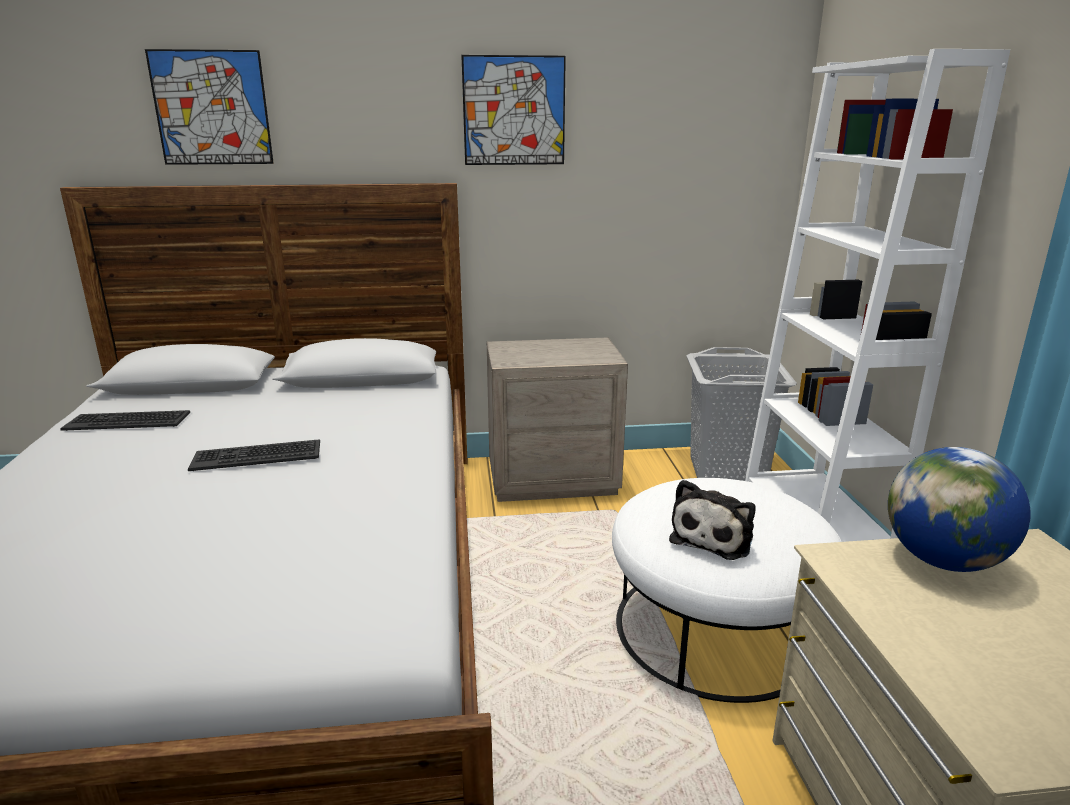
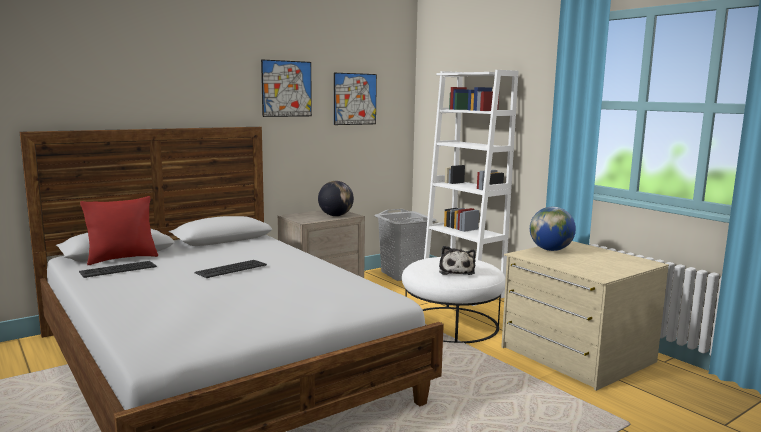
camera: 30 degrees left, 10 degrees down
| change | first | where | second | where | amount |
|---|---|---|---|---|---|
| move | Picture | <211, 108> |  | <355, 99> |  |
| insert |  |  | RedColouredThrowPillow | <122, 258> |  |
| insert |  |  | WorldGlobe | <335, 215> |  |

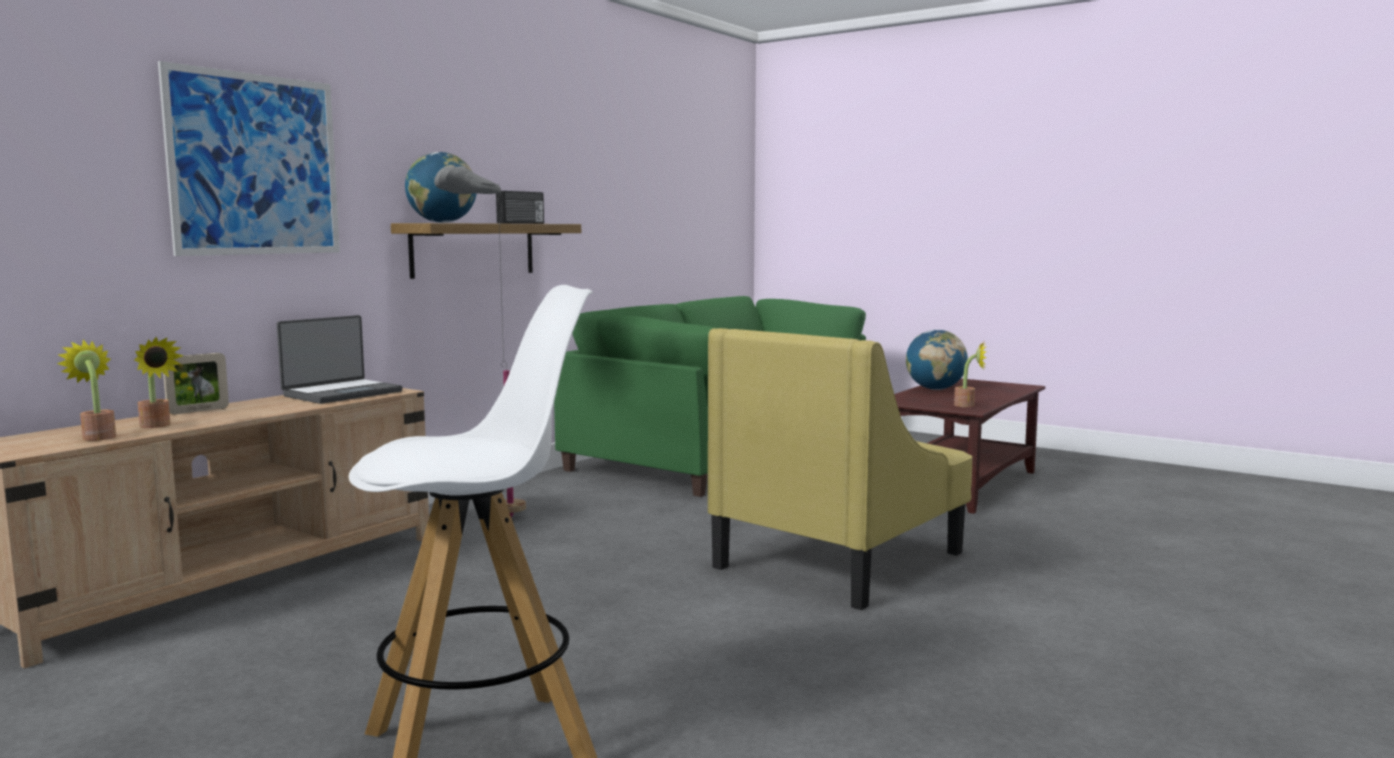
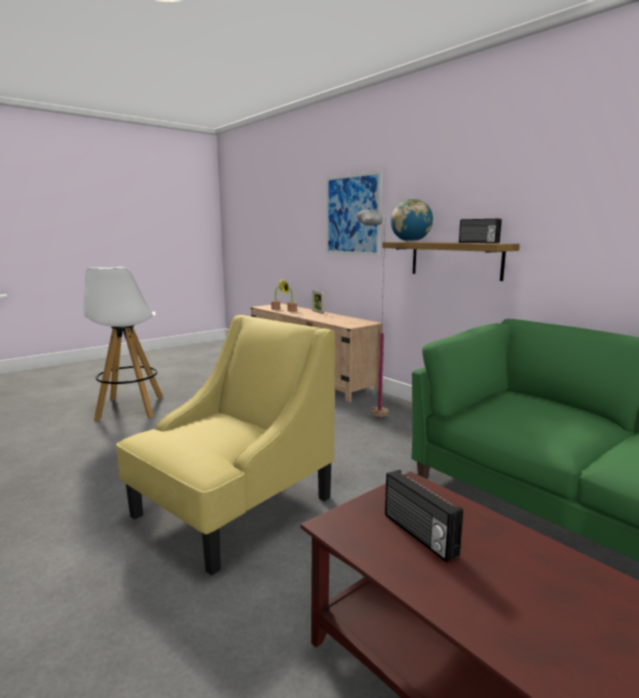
camera: 105 degrees right, 5 degrees up
| change | first | where | second | where | amount |
|---|---|---|---|---|---|
| delete | Laptop | <341, 393> |  |  |  |
| rotate | YellowishEasyChair | <840, 559> |  | <233, 507> | 75 degrees clockwise |
| delete | WorldGlobe | <935, 389> |  |  |  |
| delete | PottedPlant | <968, 405> |  |  |  |
| insert |  |  | RadioReceiver | <418, 535> |  |

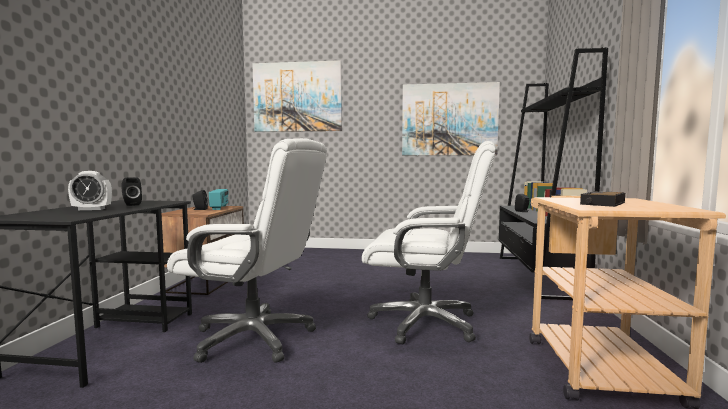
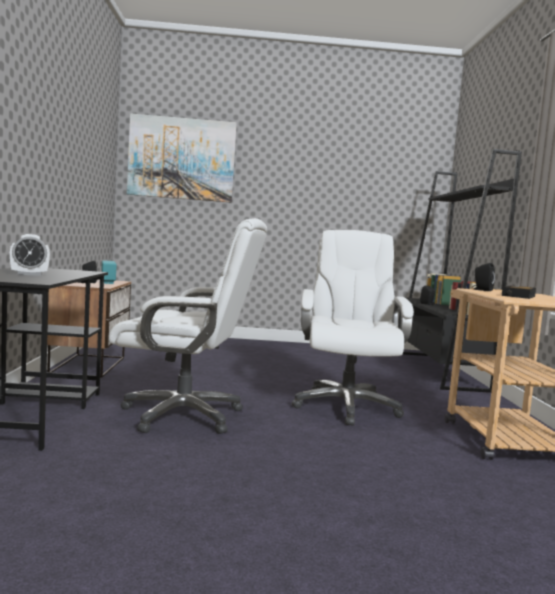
camera: 10 degrees left, 0 degrees up
| change | first | where | second | where | amount |
|---|---|---|---|---|---|
| move | BlackishSpeaker | <131, 204> |  | <481, 290> |  |
| rotate | WhiteColouredOfficeChair | <425, 323> |  | <345, 406> | 90 degrees counterclockwise |
| delete | Picture | <449, 119> |  |  |  |

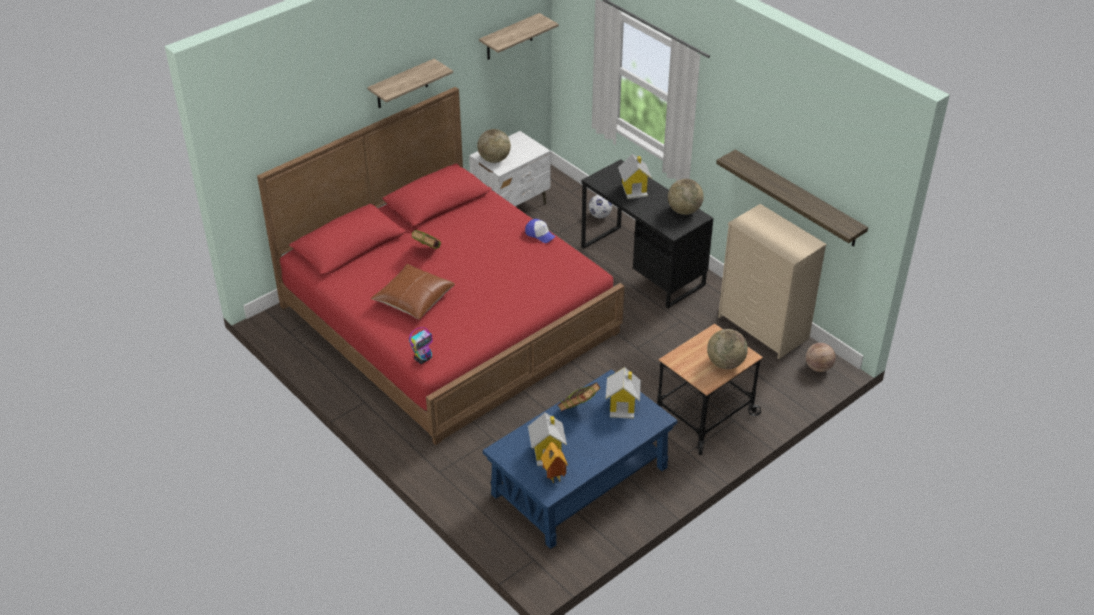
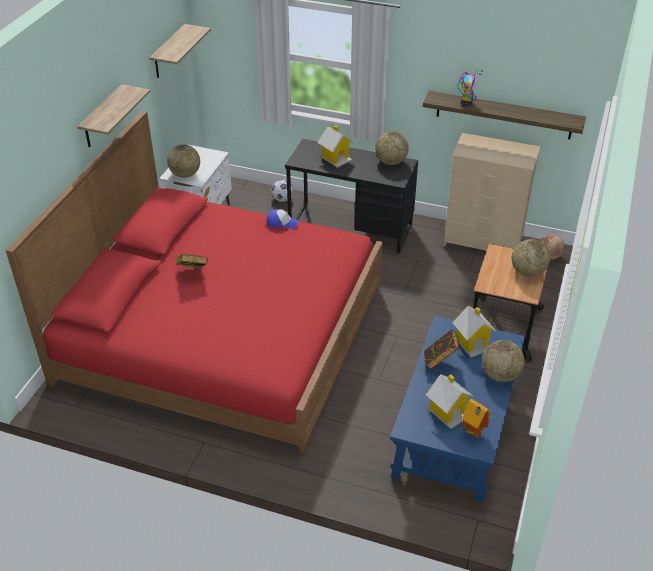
camera: 30 degrees left, 0 degrees up
| change | first | where | second | where | amount |
|---|---|---|---|---|---|
| delete | BrownColouredThrowPillow | <413, 299> |  |  |  |
| move | ToyRobot | <423, 358> |  | <466, 102> |  |
| insert |  |  | WorldGlobe | <500, 375> |  |

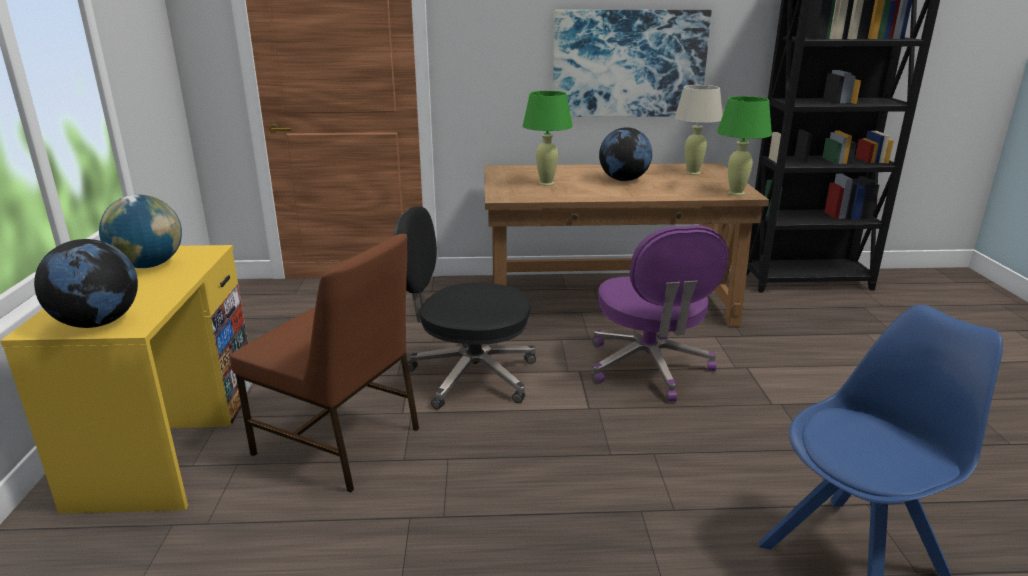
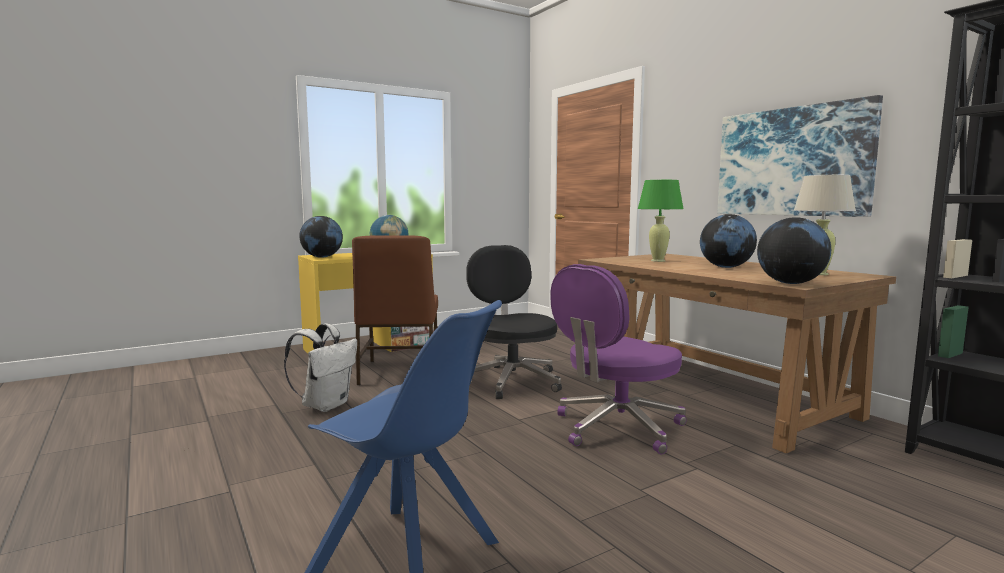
camera: 60 degrees right, 15 degrees down
| change | first | where | second | where | amount |
|---|---|---|---|---|---|
| replace | GreenishTabletopLamp | <736, 193> | WorldGlobe | <790, 283> |  |
| insert |  |  | WhiteColouredRucksack | <325, 405> |  |

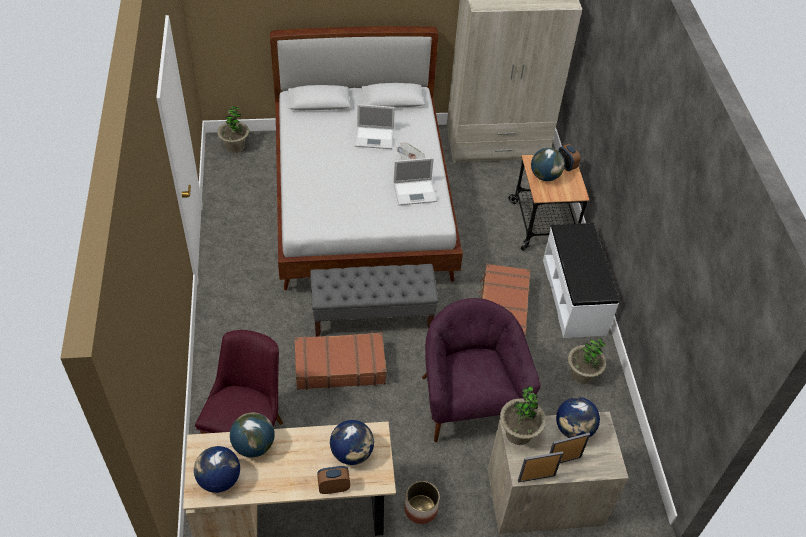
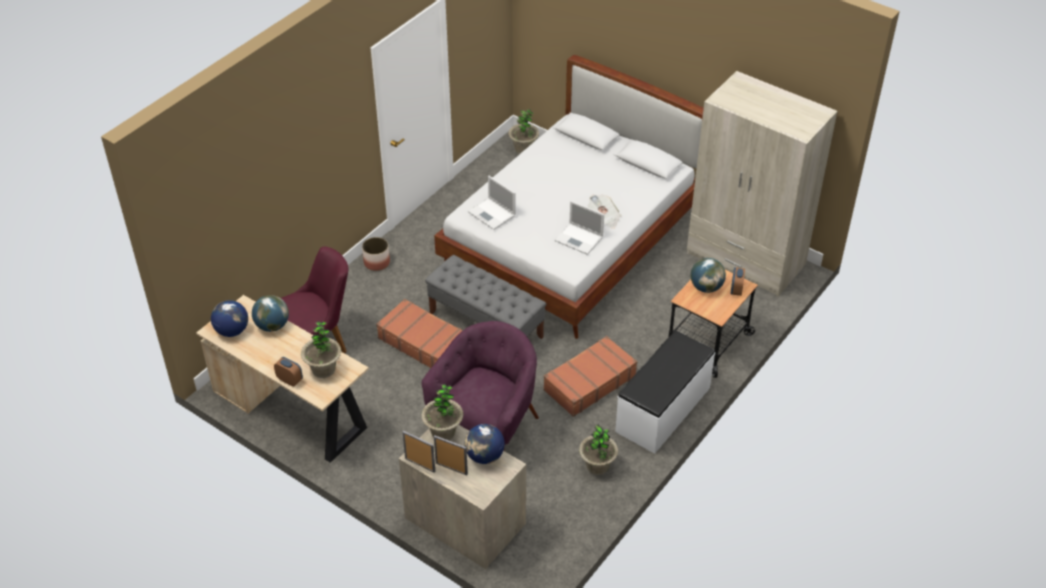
camera: 45 degrees right, 5 degrees down
| change | first | where | second | where | amount |
|---|---|---|---|---|---|
| replace | WorldGlobe | <352, 453> | PottedPlant | <323, 369> |  |
| move | Laptop | <375, 138> |  | <492, 214> |  |
| move | PlantPot | <420, 509> |  | <376, 262> |  |

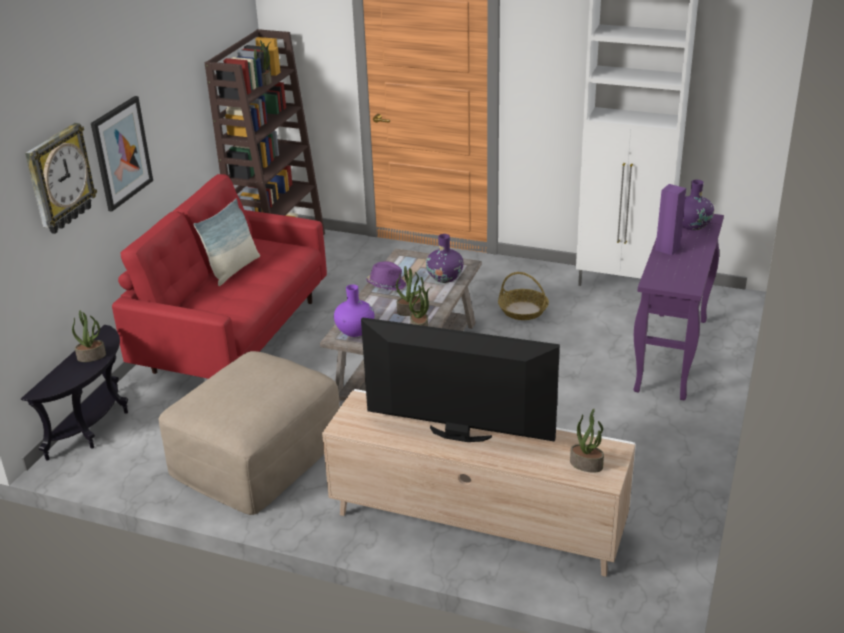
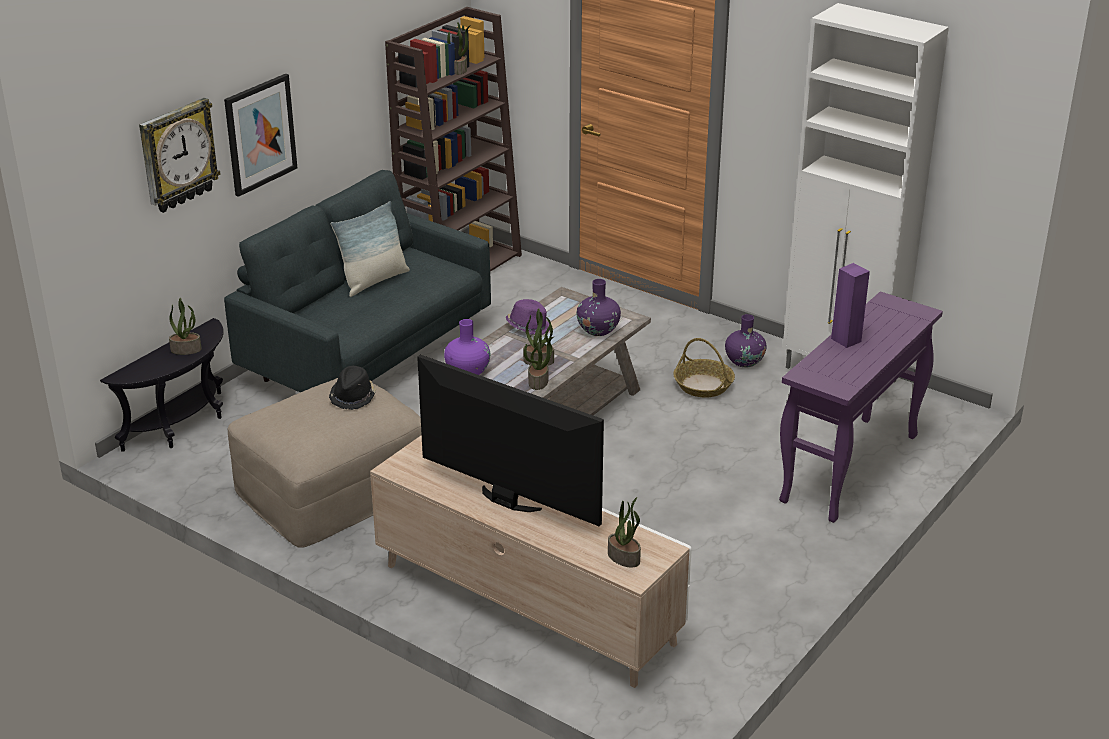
camera: 15 degrees right, 0 degrees up
| change | first | where | second | where | amount |
|---|---|---|---|---|---|
| recolor | RedColouredSettee | <235, 334> | GraySettee | <368, 355> |  |
| move | PurplishFlowerVase | <692, 225> |  | <744, 361> |  |
| insert |  |  | BlackishClothingHat | <353, 396> |  |

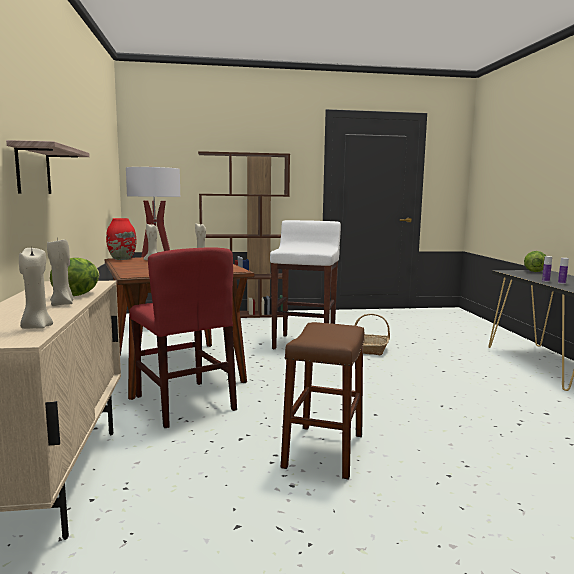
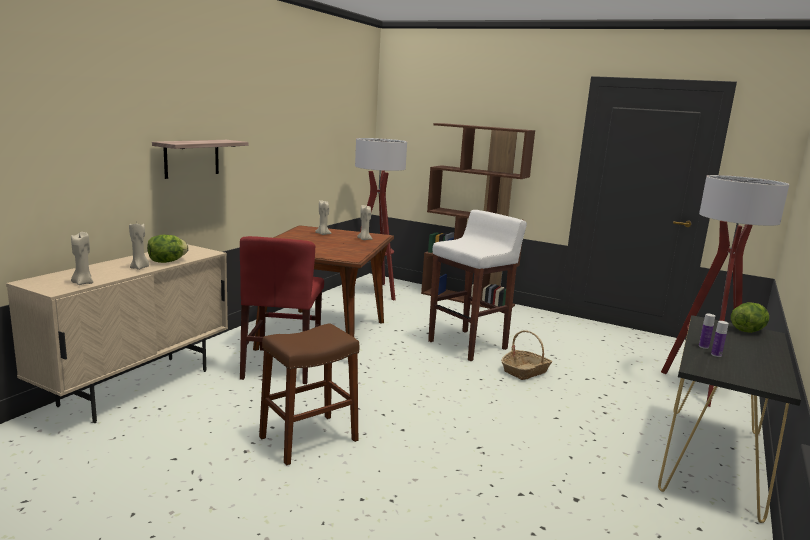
camera: 35 degrees right, 5 degrees up
| change | first | where | second | where | amount |
|---|---|---|---|---|---|
| delete | RedColouredFlowerVase | <122, 259> |  |  |  |
| insert |  |  | FloorLamp | <702, 387> |  |

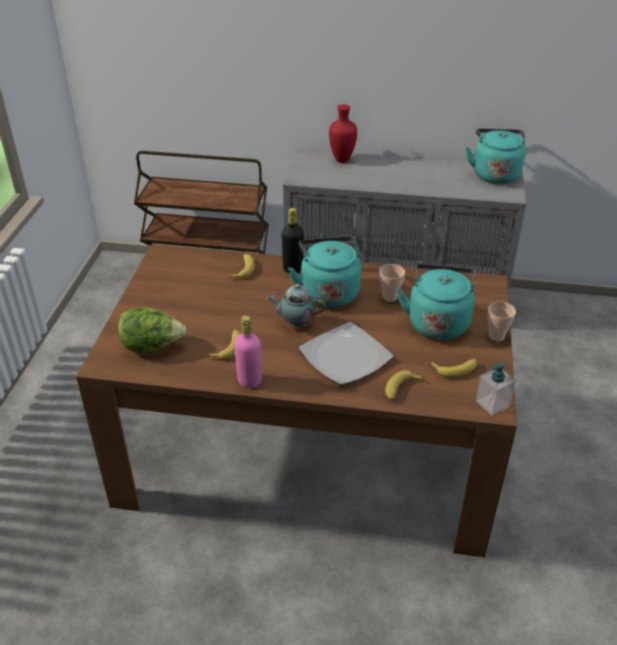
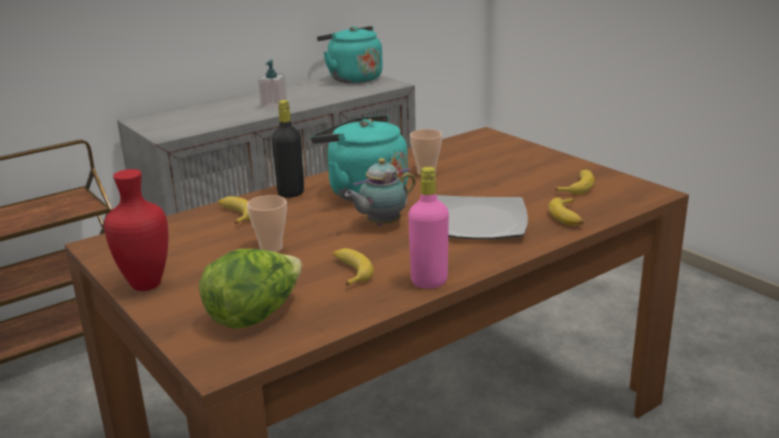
camera: 45 degrees left, 15 degrees down
| change | first | where | second | where | amount |
|---|---|---|---|---|---|
| move | RedColouredFlowerVase | <341, 160> |  | <144, 285> |  |
| delete | TurquoiseColouredKettle | <437, 322> |  |  |  |
| move | SoapBottle | <492, 404> |  | <274, 106> |  |
| move | Cup | <496, 336> |  | <271, 248> |  |

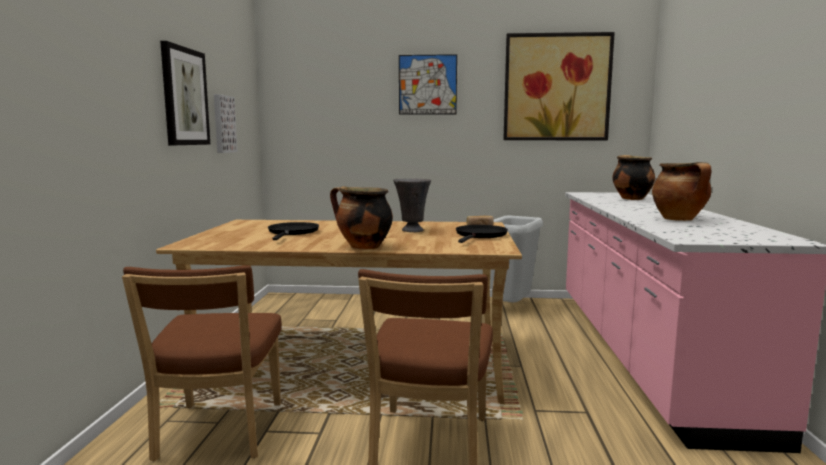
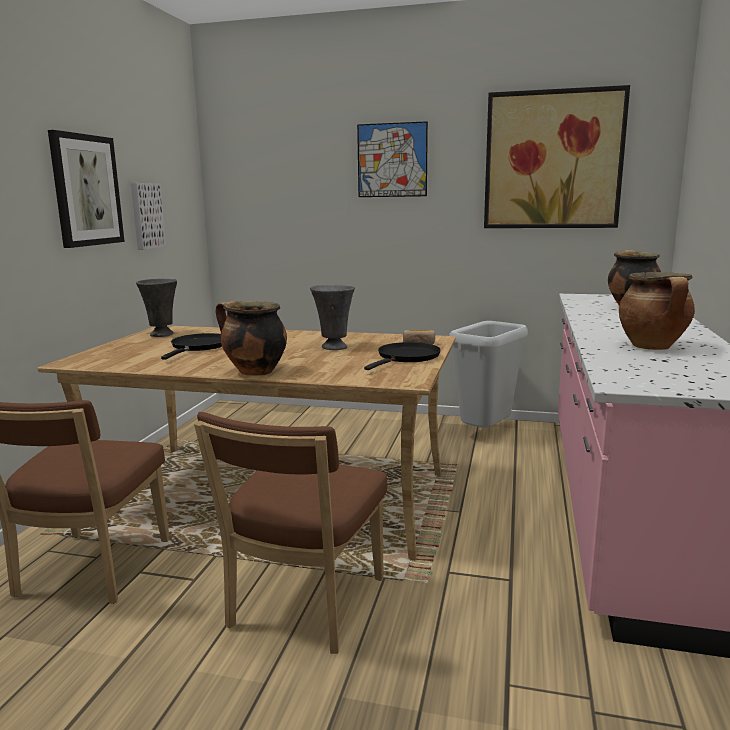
camera: 10 degrees right, 5 degrees up
| change | first | where | second | where | amount |
|---|---|---|---|---|---|
| insert |  |  | GrayFlowerVase | <162, 335> |  |

